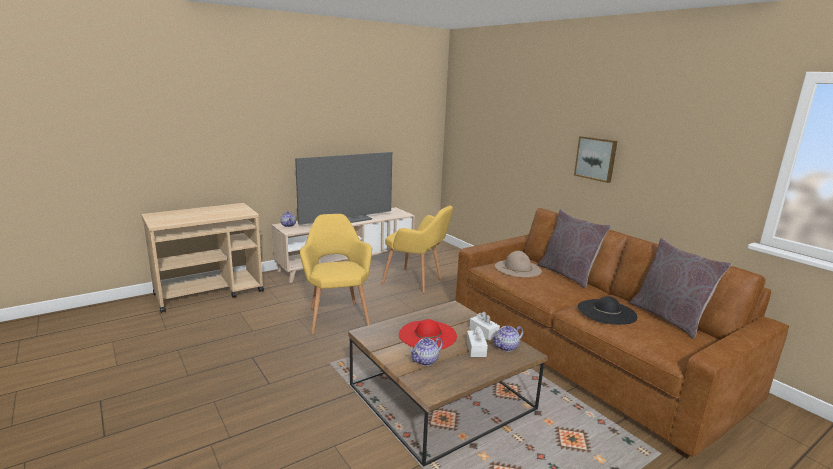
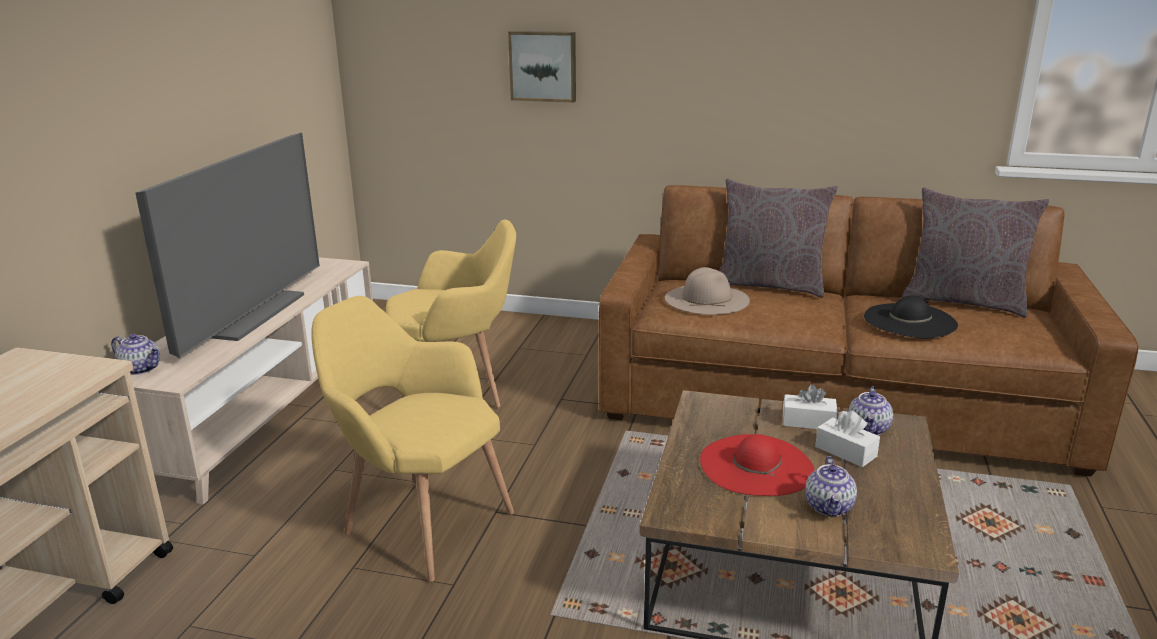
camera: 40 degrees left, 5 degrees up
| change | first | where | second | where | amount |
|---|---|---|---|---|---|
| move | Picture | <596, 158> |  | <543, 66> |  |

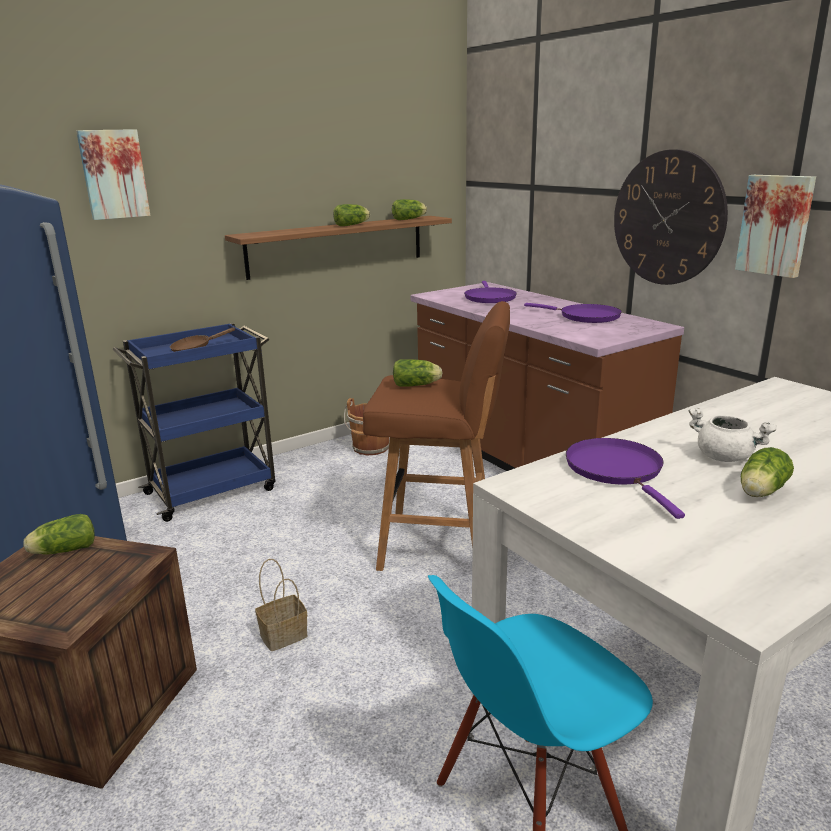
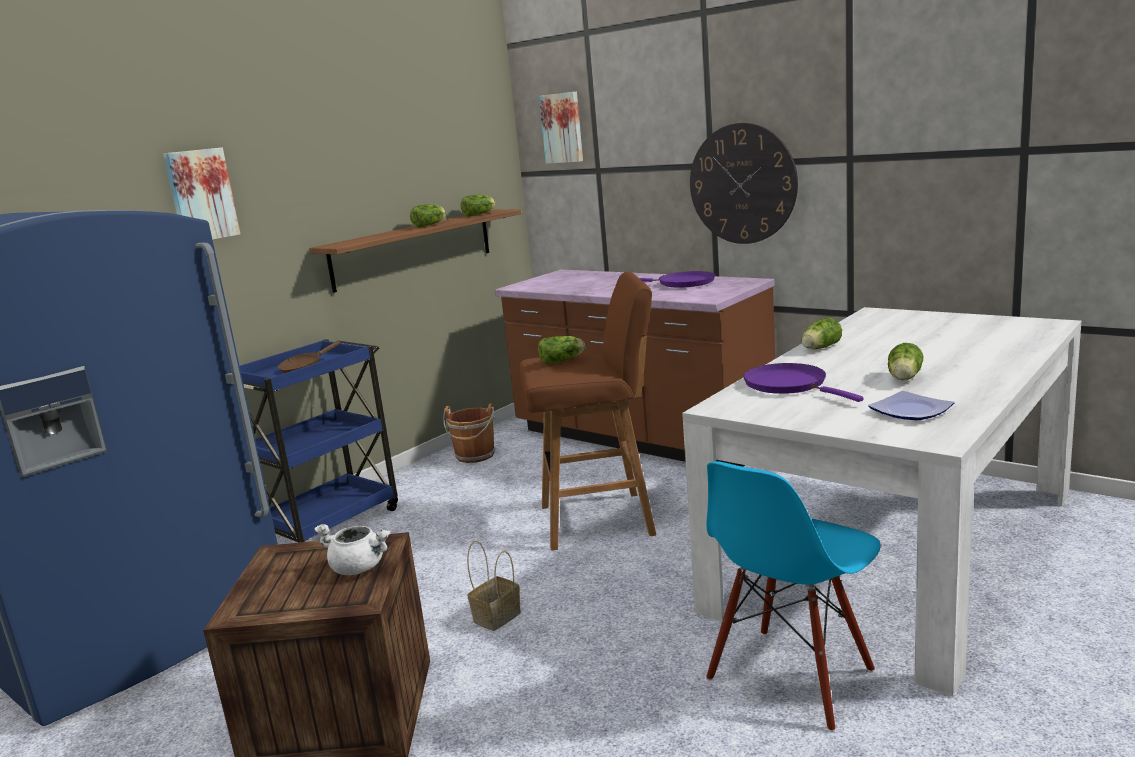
camera: 15 degrees left, 5 degrees down
| change | first | where | second | where | amount |
|---|---|---|---|---|---|
| move | HeadOfLettuce | <62, 551> |  | <819, 348> |  |
| delete | PurplishFryingPan | <489, 298> |  |  |  |
| move | WhiteColouredCookingPot | <725, 457> |  | <360, 568> |  |
| move | Picture | <775, 225> |  | <563, 128> |  |
| insert |  |  | FlatDish | <912, 411> |  |

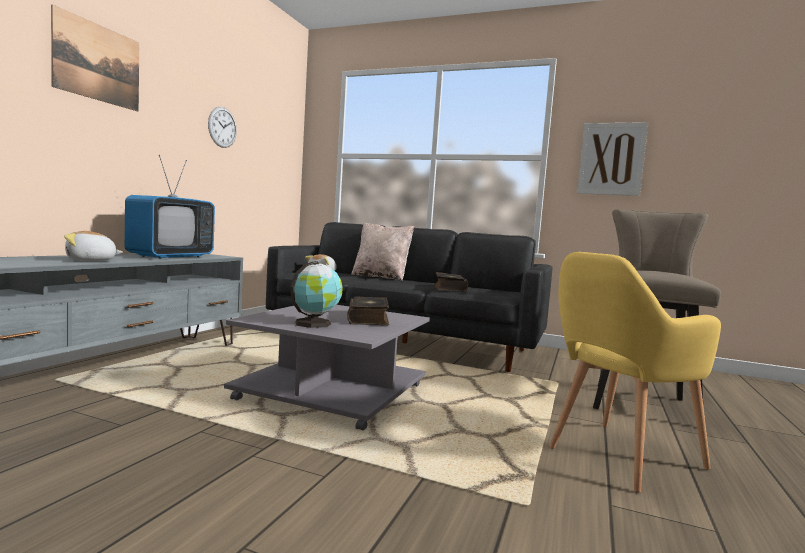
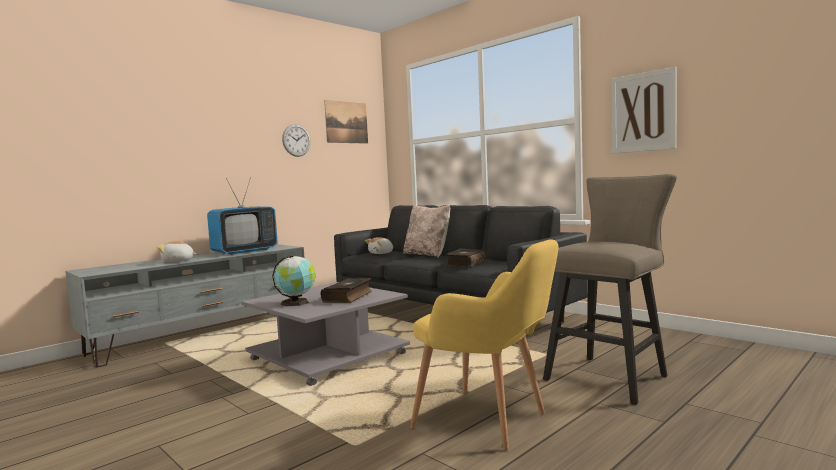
camera: 25 degrees right, 0 degrees up
| change | first | where | second | where | amount |
|---|---|---|---|---|---|
| move | Picture | <98, 63> |  | <346, 122> |  |
| rotate | YellowishEasyChair | <616, 458> |  | <489, 422> | 135 degrees counterclockwise |

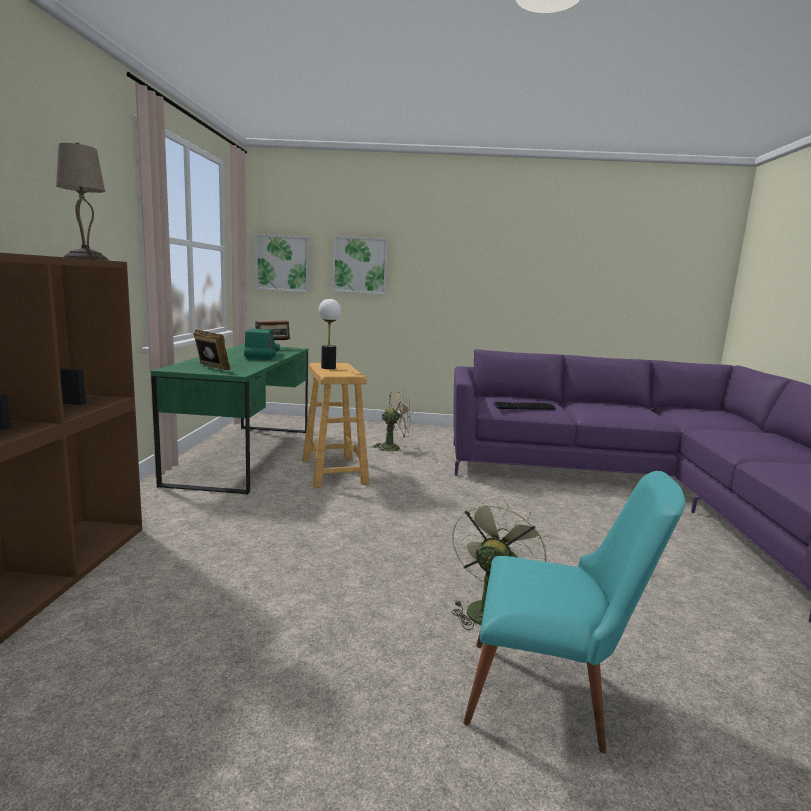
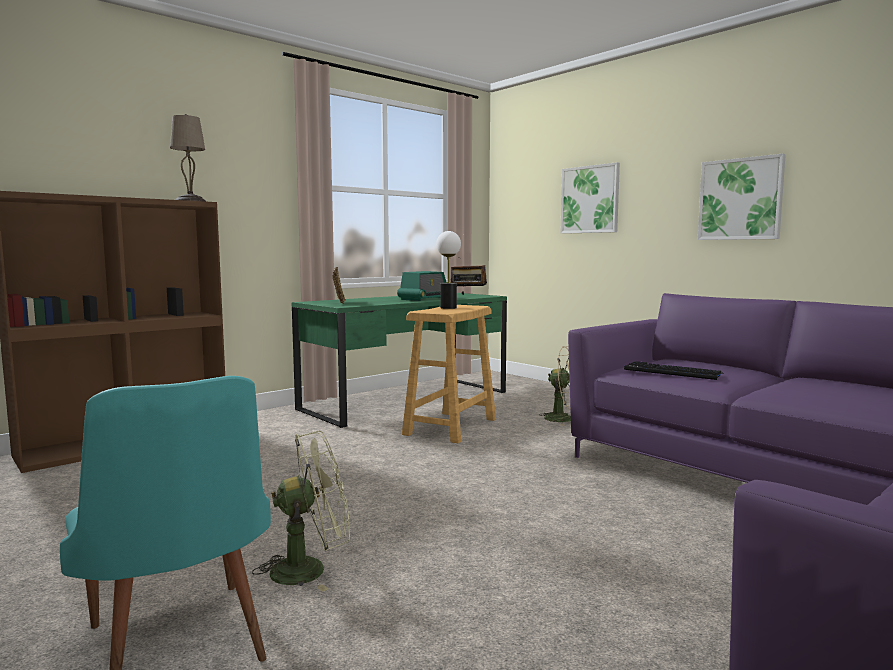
camera: 45 degrees right, 5 degrees down
| change | first | where | second | where | amount |
|---|---|---|---|---|---|
| move | Picture | <282, 263> |  | <740, 199> |  |

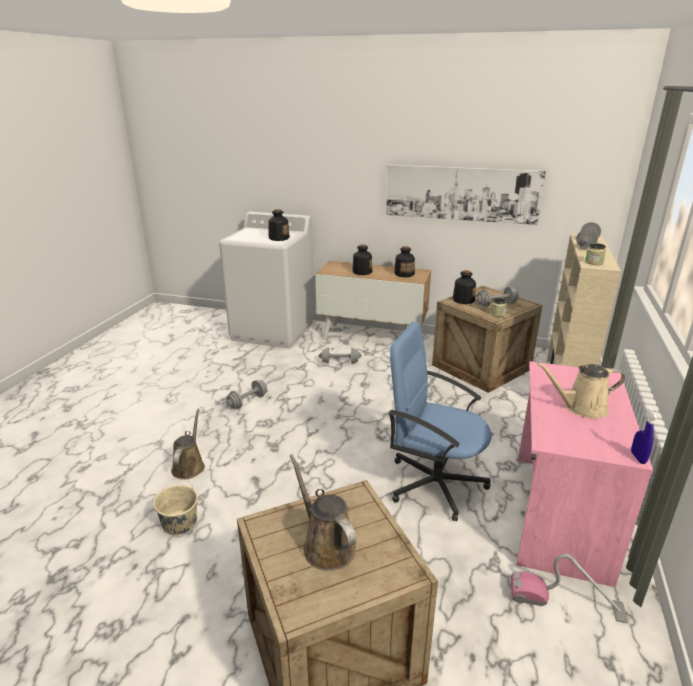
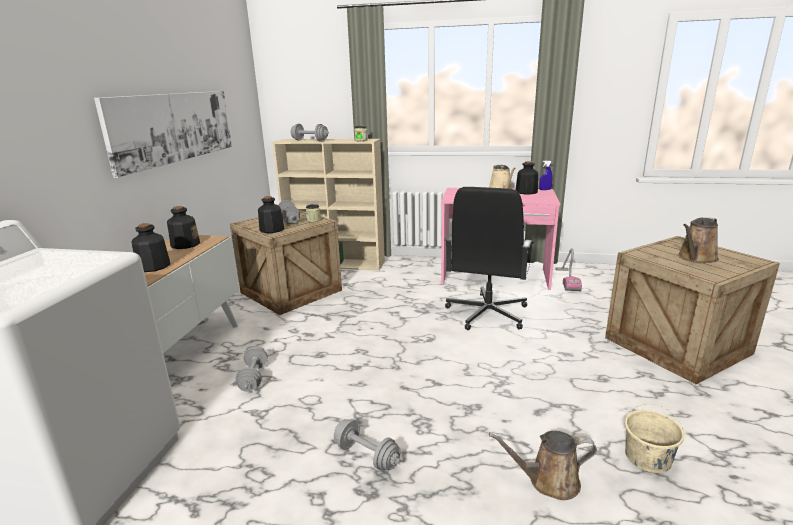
camera: 95 degrees left, 5 degrees down
| change | first | where | second | where | amount |
|---|---|---|---|---|---|
| move | DrinkBottle | <279, 238> |  | <526, 192> |  |
| recolor | BlueOfficeChair | <434, 483> | BlackishOfficeChair | <486, 313> |  |

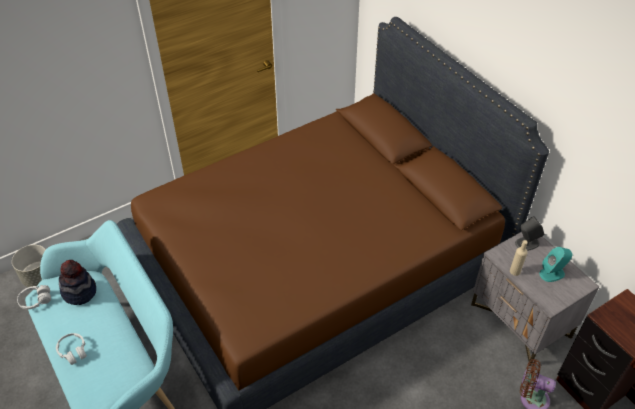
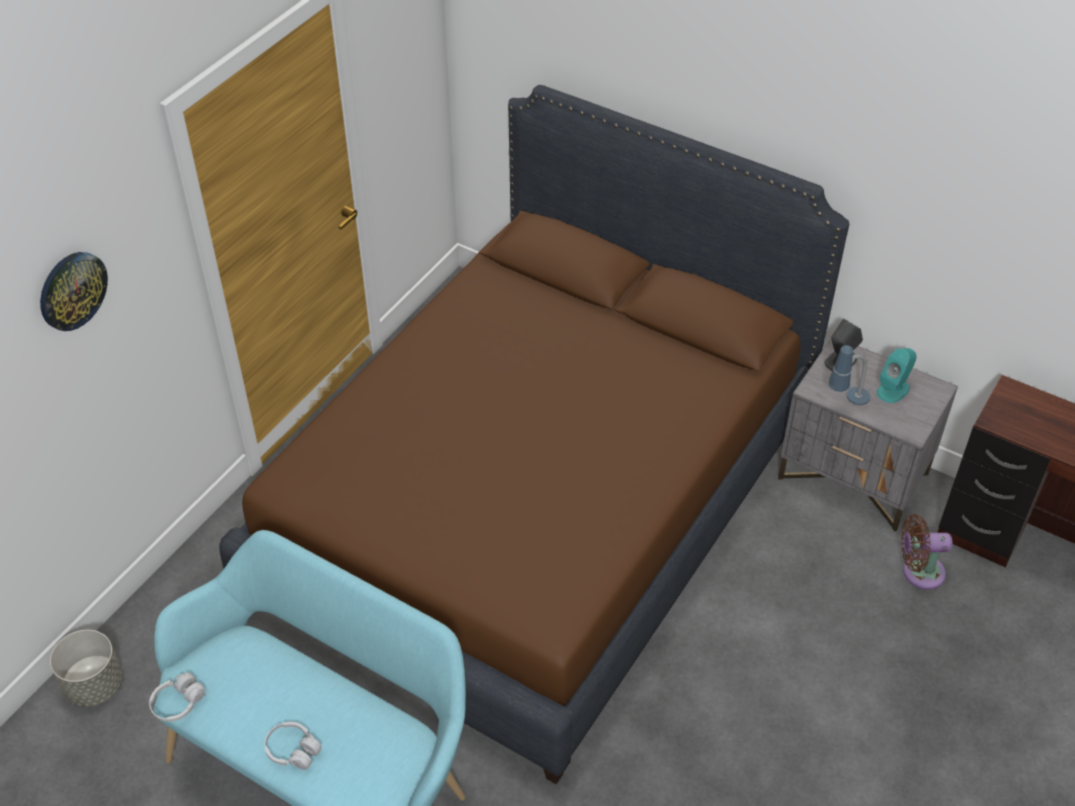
camera: 25 degrees left, 0 degrees up
| change | first | where | second | where | amount |
|---|---|---|---|---|---|
| delete | ClothingHat | <79, 291> |  |  |  |
| replace | SandColouredDrinkBottle | <515, 271> | TabletopLamp | <846, 403> |  |
| insert |  |  | ClockOnTheWall | <72, 290> |  |

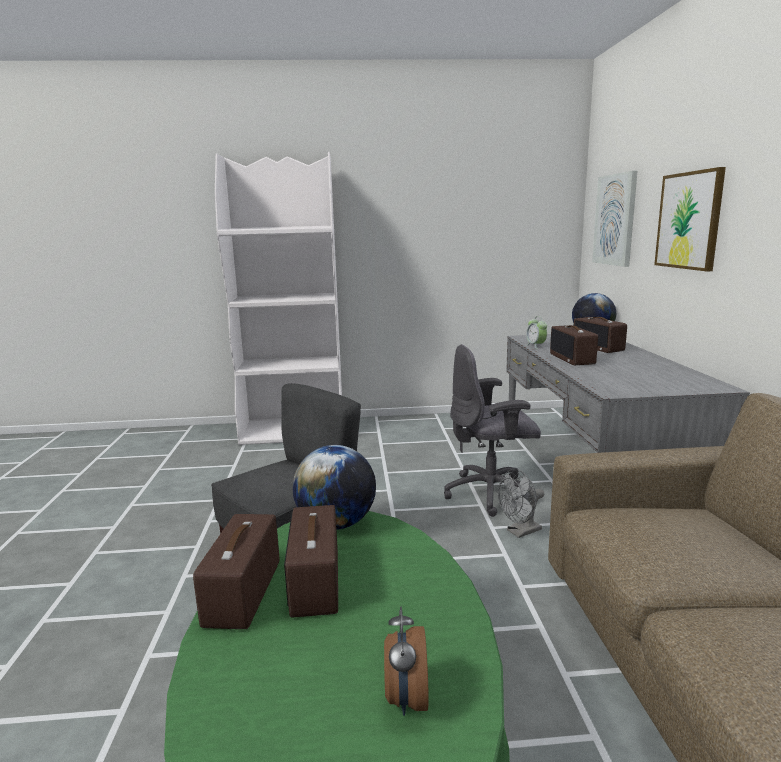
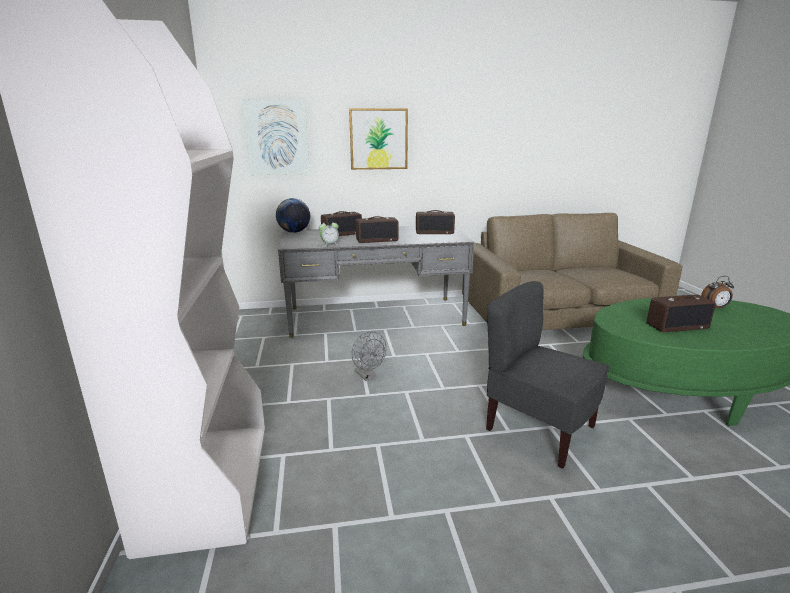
camera: 95 degrees left, 5 degrees up
| change | first | where | second | where | amount |
|---|---|---|---|---|---|
| move | RadioReceiver | <244, 593> |  | <434, 232> |  |
| delete | WorldGlobe | <336, 524> |  |  |  |
| delete | GrayOfficeChair | <491, 493> |  |  |  |
| move | GrayFan | <520, 532> |  | <368, 376> |  |

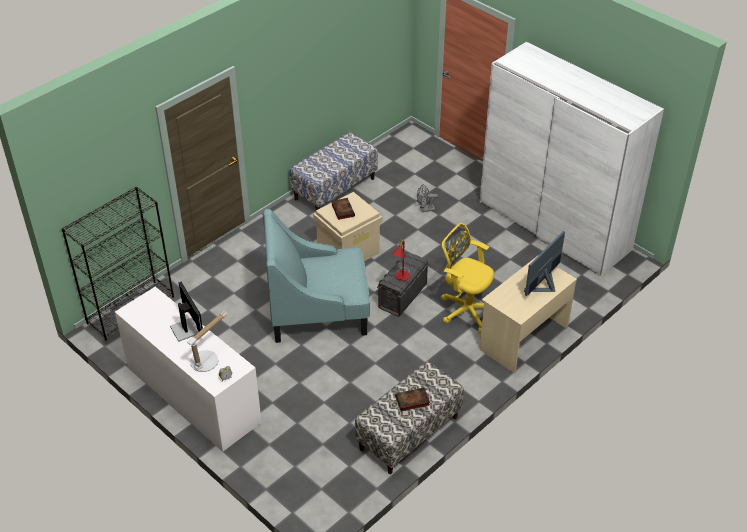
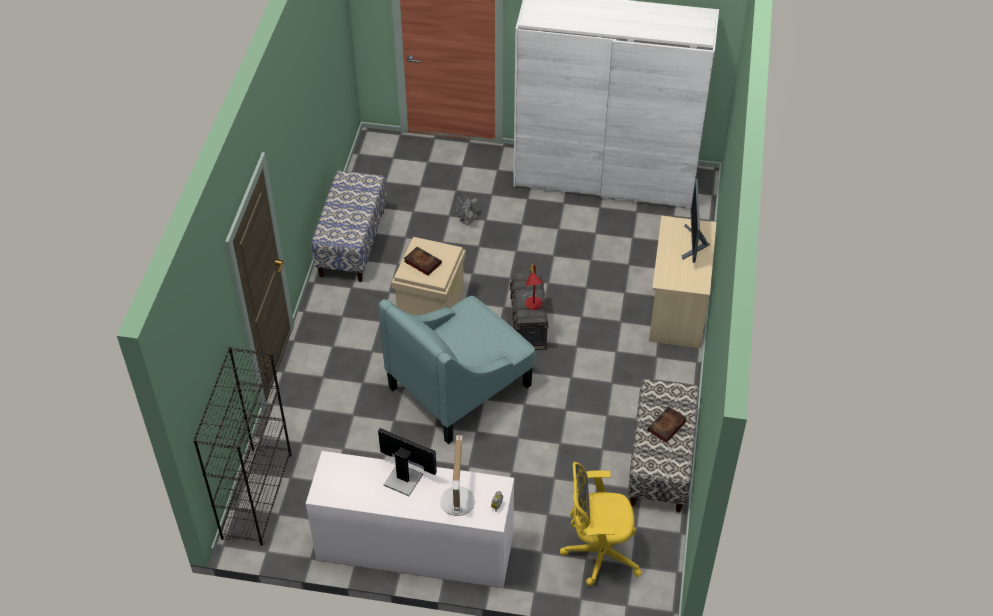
camera: 35 degrees left, 5 degrees up
| change | first | where | second | where | amount |
|---|---|---|---|---|---|
| move | YellowishOfficeChair | <465, 309> |  | <598, 553> |  |

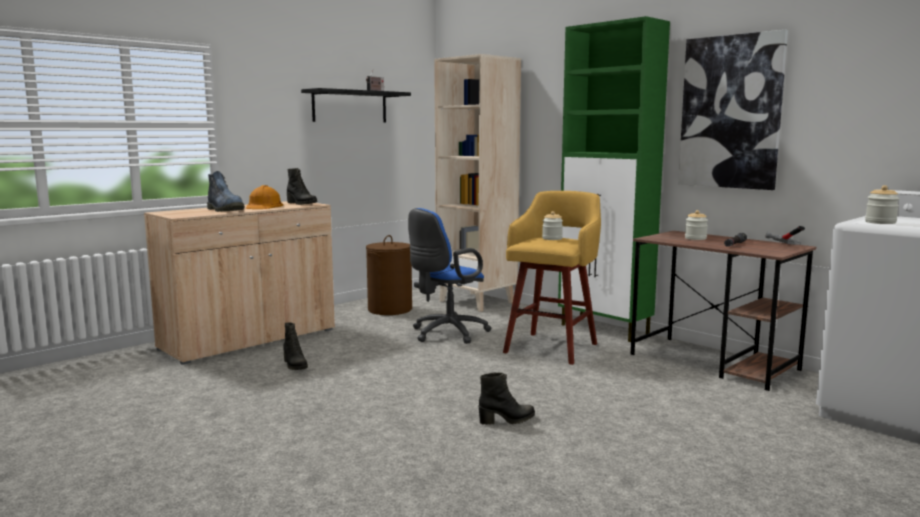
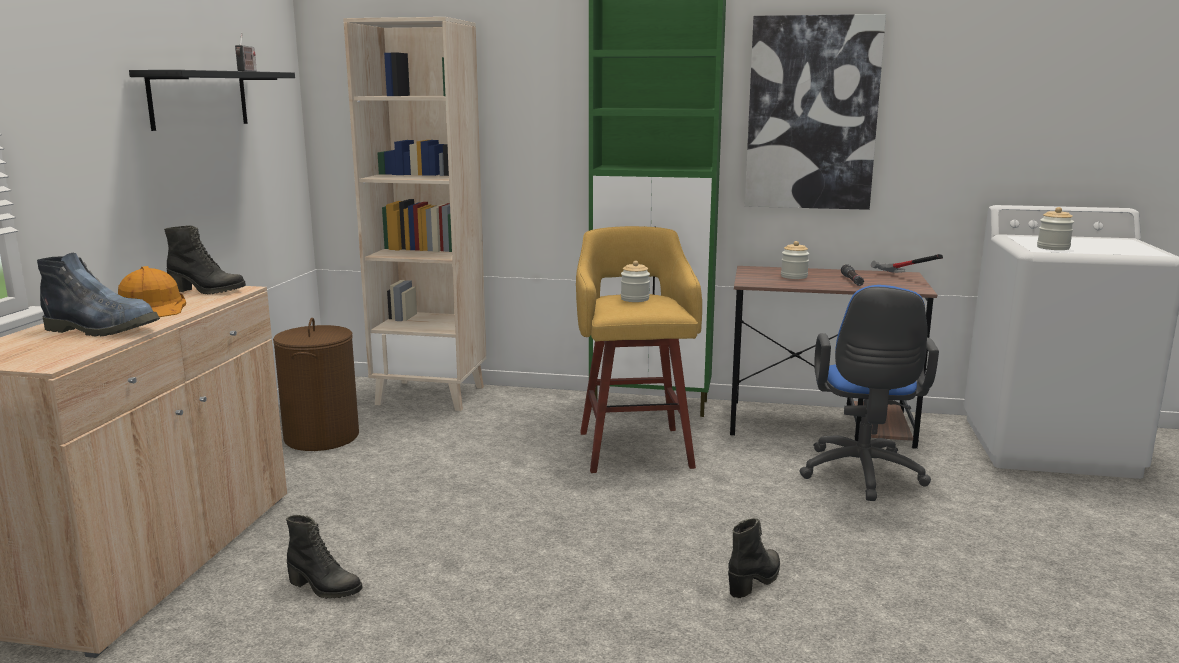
camera: 35 degrees left, 5 degrees up
| change | first | where | second | where | amount |
|---|---|---|---|---|---|
| move | BlueOfficeChair | <446, 334> |  | <862, 476> |  |

